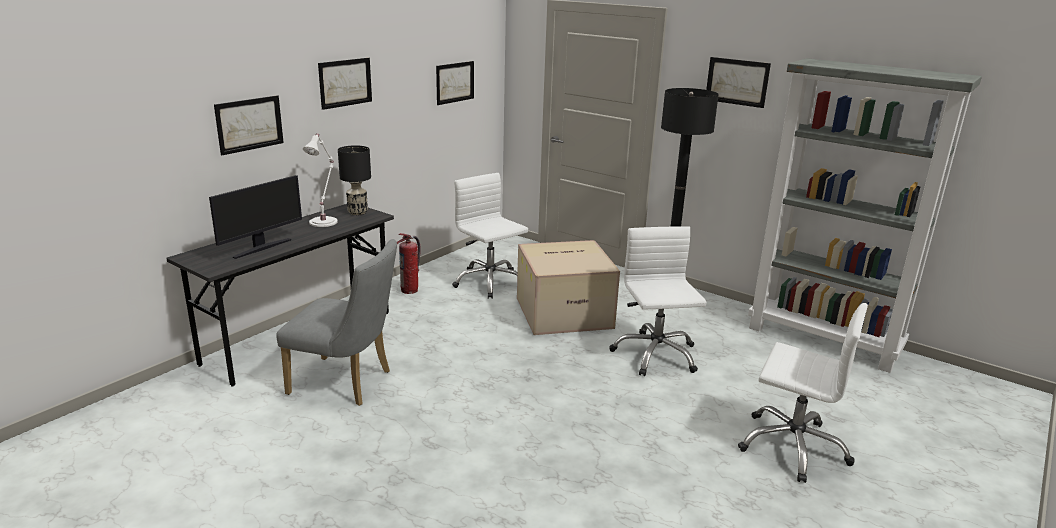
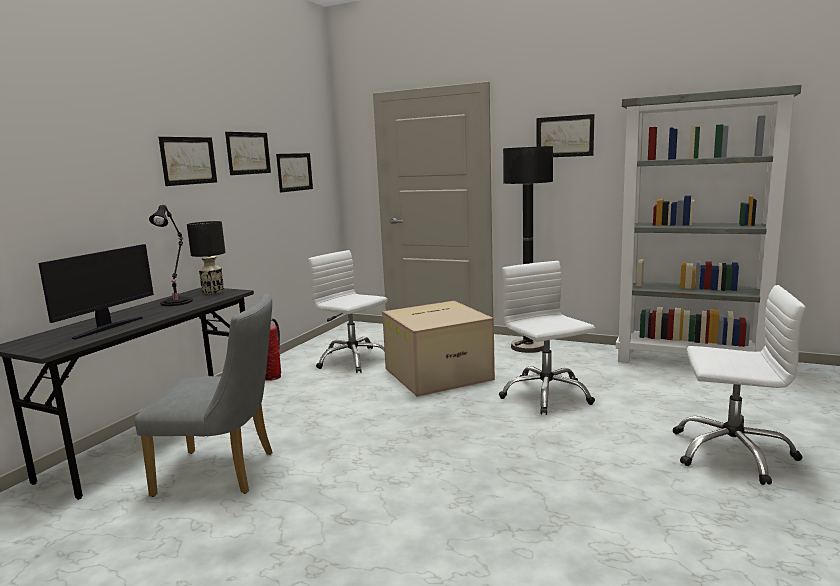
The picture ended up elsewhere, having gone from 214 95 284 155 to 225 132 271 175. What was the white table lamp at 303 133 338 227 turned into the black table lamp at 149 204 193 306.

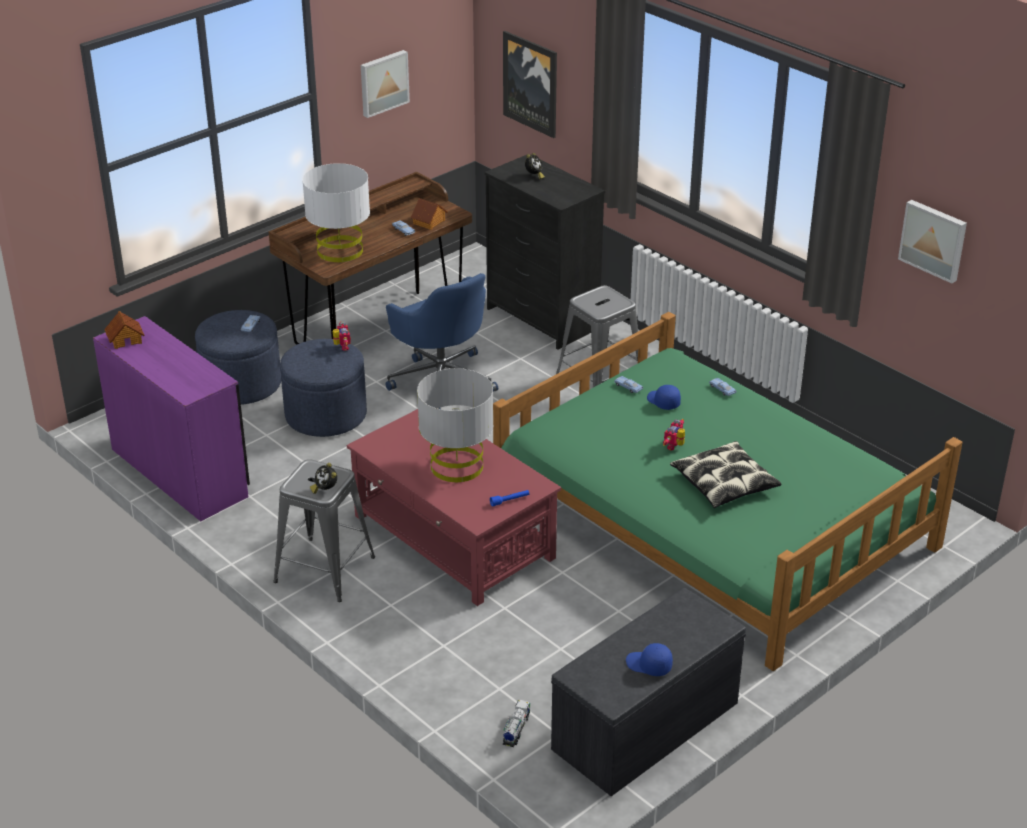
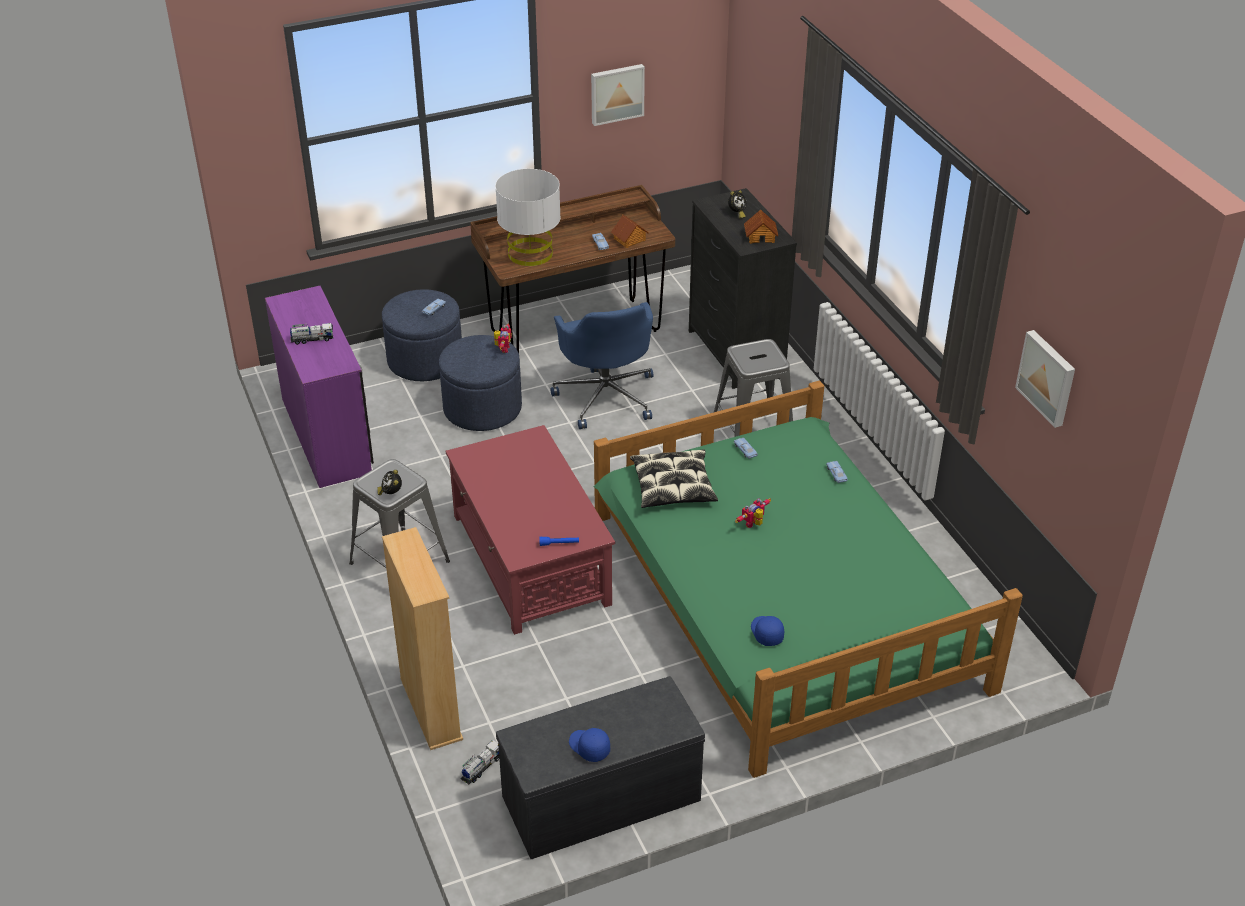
The second view lost the grey table lamp at 417 368 493 482. The second view lost the picture at 503 31 557 138. The second view gained the toy truck at 290 323 333 345. The second view gained the beige bookcase at 382 527 463 750. The toy house ended up elsewhere, having gone from 104 311 144 349 to 744 209 778 244. The blue cap ended up elsewhere, having gone from 647 385 681 410 to 751 616 784 646. The pillow ended up elsewhere, having gone from 670 441 782 508 to 630 450 718 508.

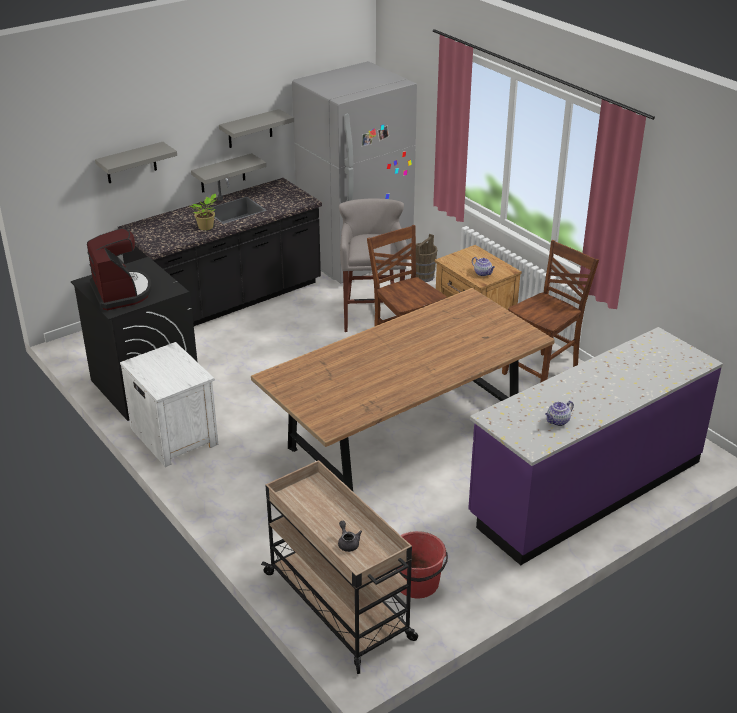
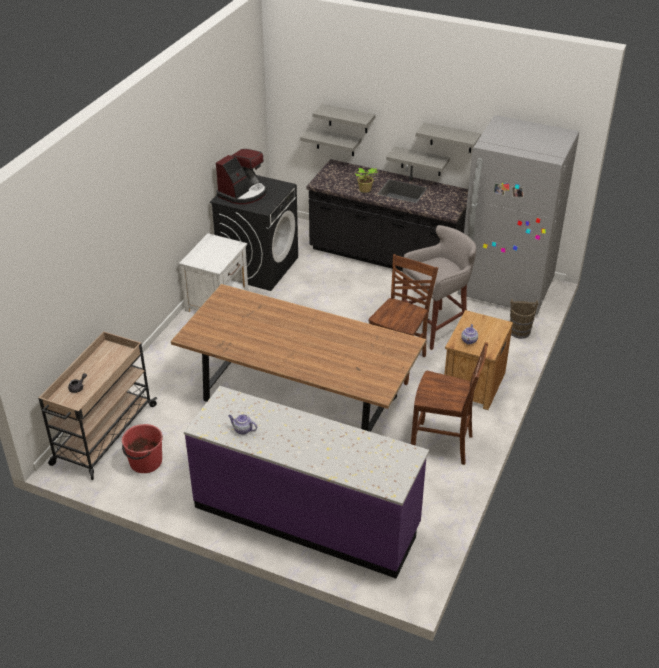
The second view gained the grey shelf at 300 127 362 156.

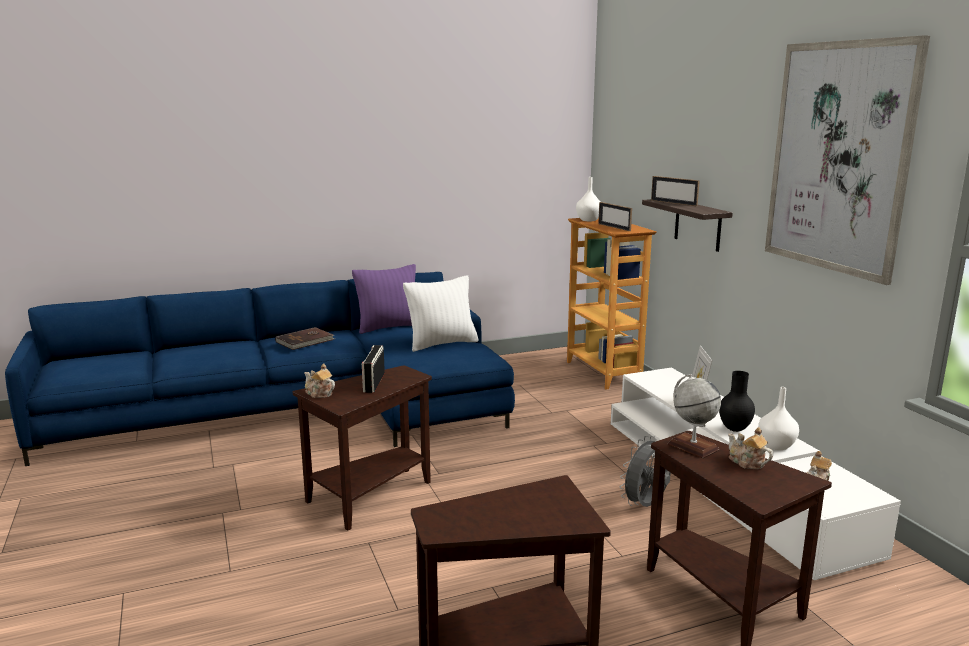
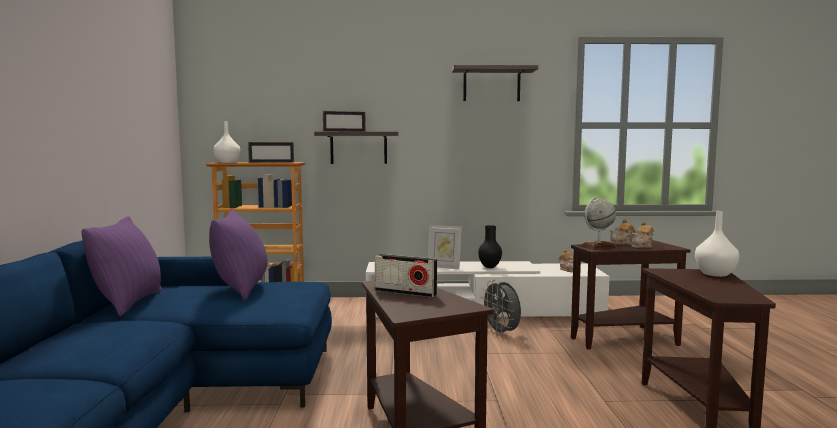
The second view lost the brown book at 275 327 335 350. The teapot ended up elsewhere, having gone from 304 363 335 398 to 631 221 654 248. The white vase ended up elsewhere, having gone from 758 387 799 450 to 695 211 739 277. Where the picture hung at 765 35 930 285, the shelf came to hang at 452 65 538 101. What was the white pillow at 403 275 479 352 turned into the purple pillow at 209 210 268 300.

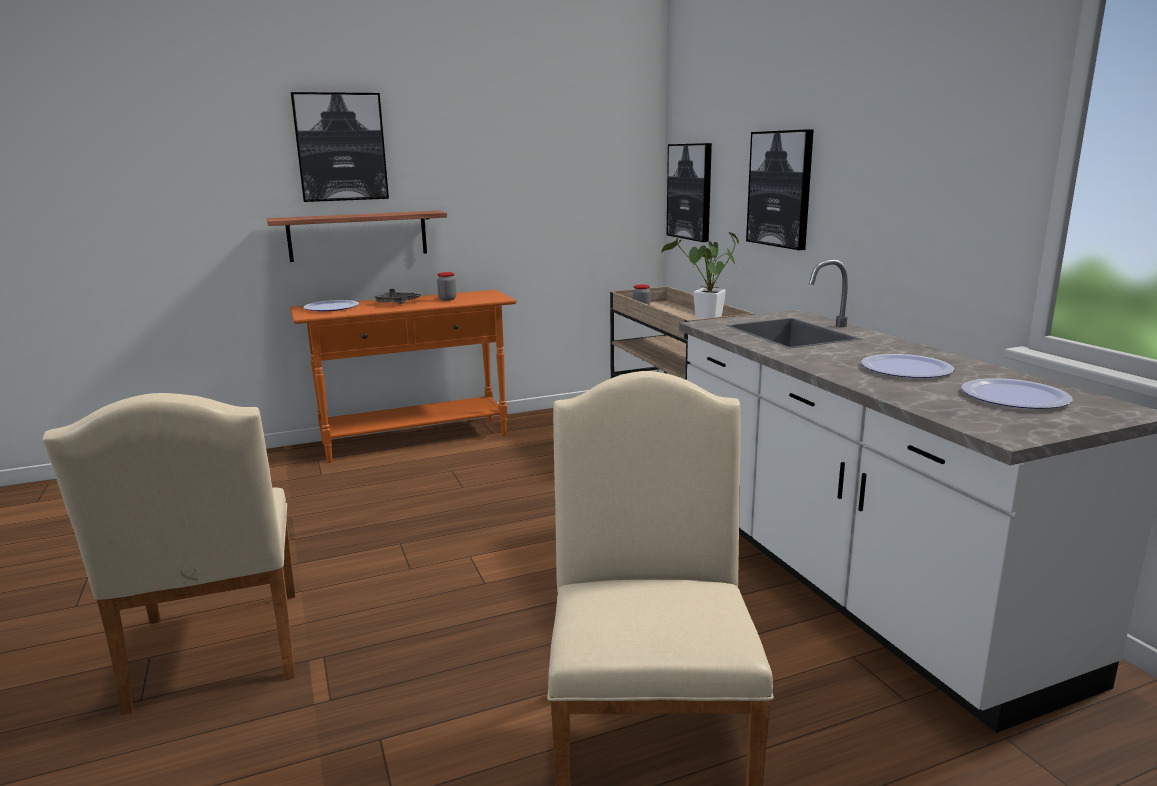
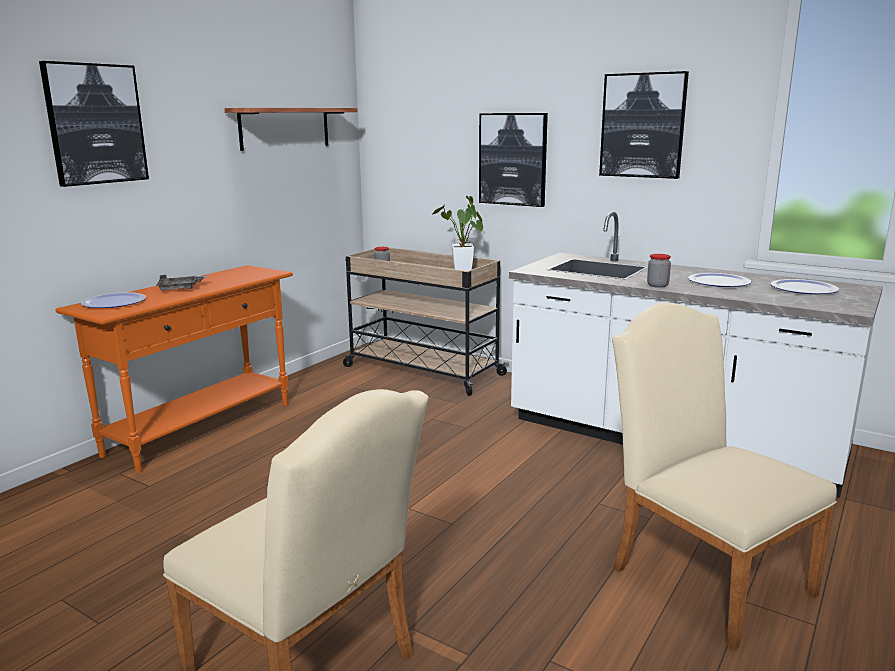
The shelf ended up elsewhere, having gone from 267 211 447 262 to 224 108 358 151. The jar ended up elsewhere, having gone from 437 272 456 301 to 647 254 671 288. The picture ended up elsewhere, having gone from 667 143 712 242 to 599 71 689 179.

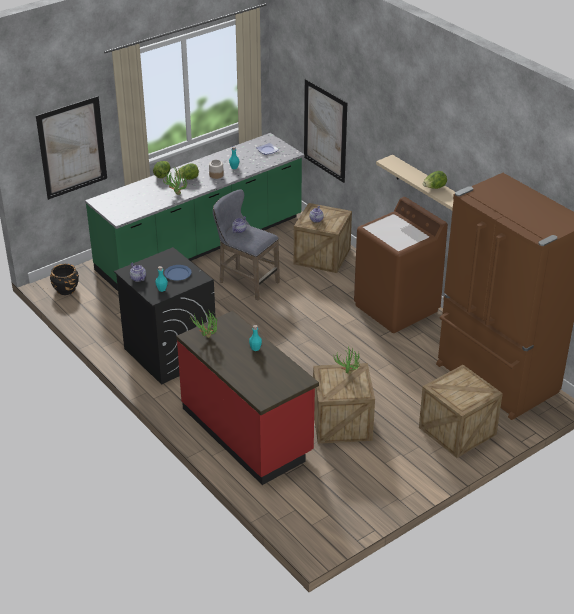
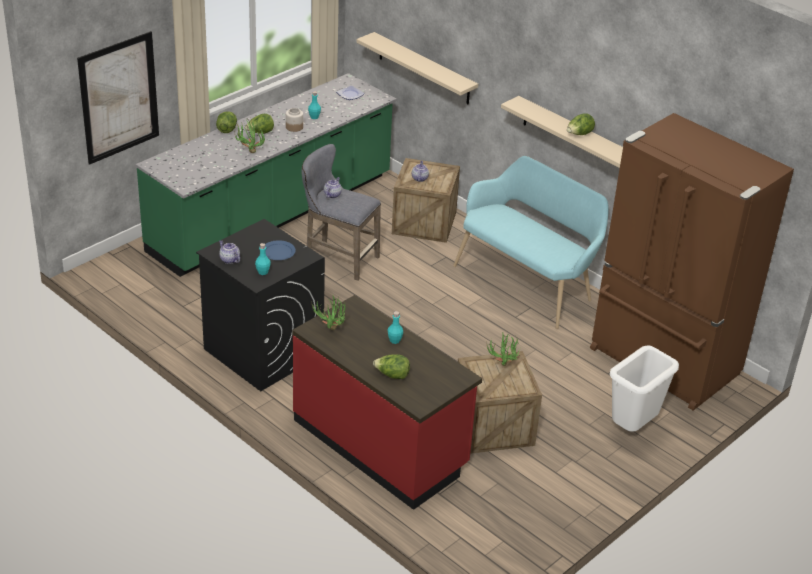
The second view lost the black planter at 50 264 79 295. The second view gained the lettuce at 373 354 410 379. Where the picture hung at 304 79 347 183, the beige shelf came to hang at 356 32 478 104. Where the brown washing machine stood at 354 197 448 333, the turquoise bench came to stand at 453 156 609 329. Where the crate stood at 419 365 503 458, the white trash can came to stand at 610 345 679 432.

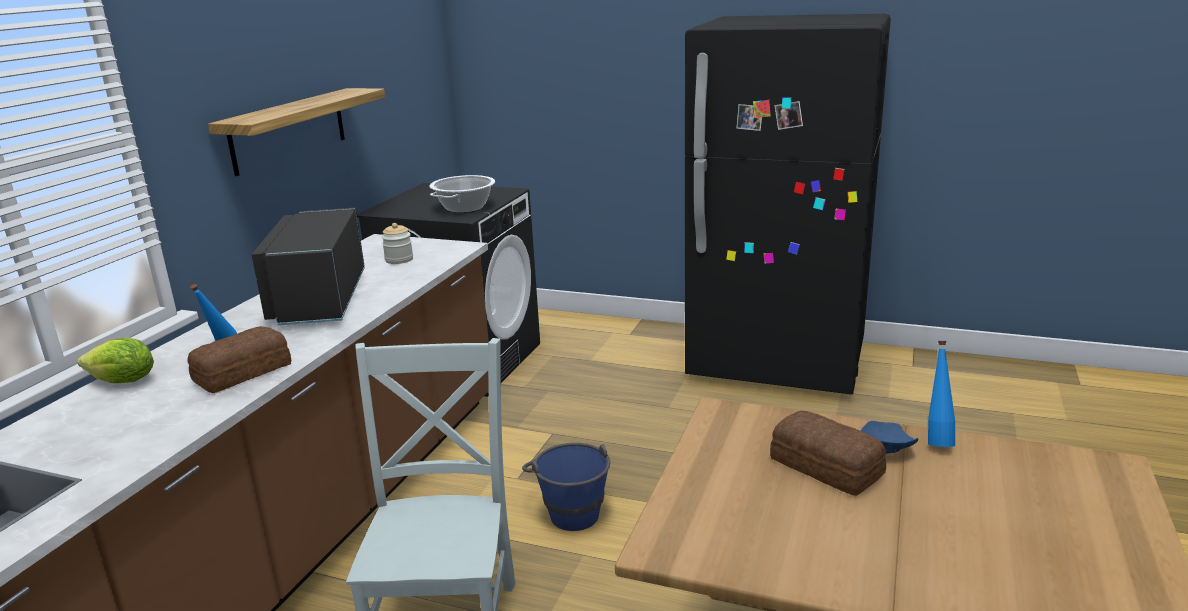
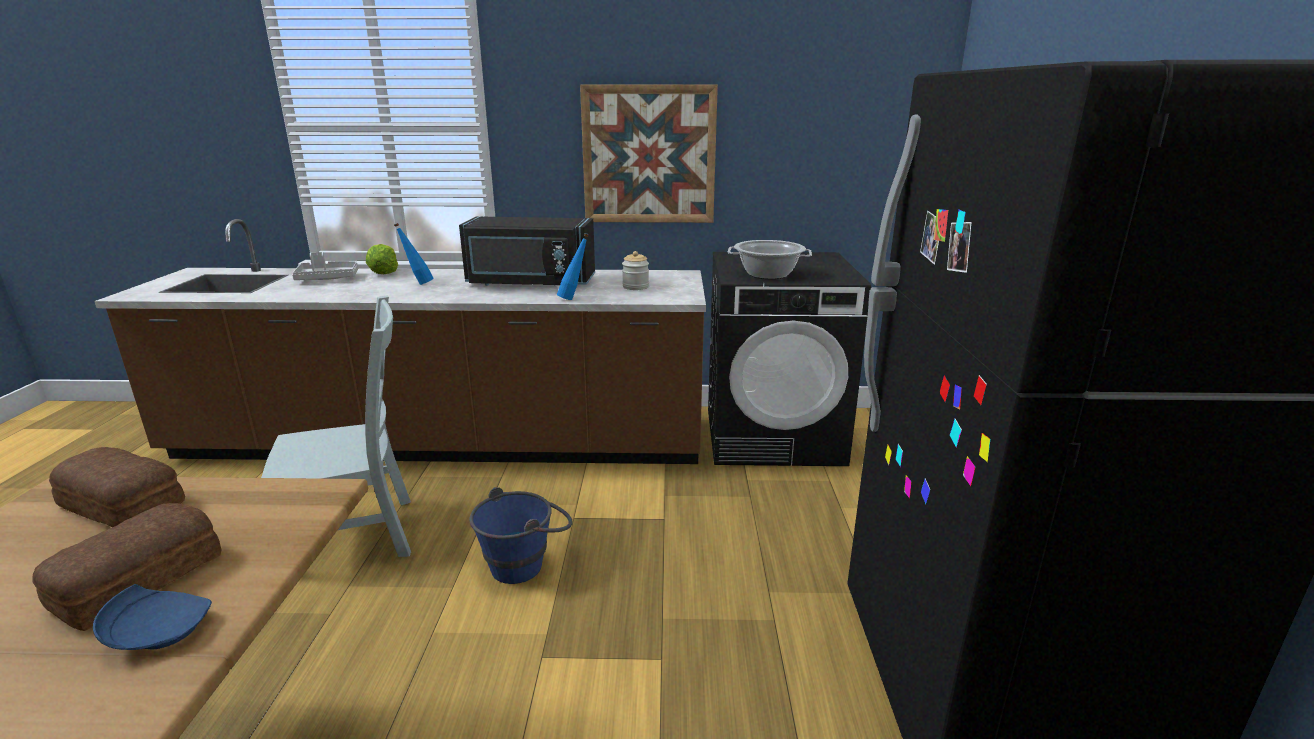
The second view gained the grey tray at 292 252 358 280. The bread ended up elsewhere, having gone from 187 326 291 393 to 49 447 185 527. The blue bottle ended up elsewhere, having gone from 928 341 955 447 to 557 233 589 300. Where the shelf hung at 208 88 385 176, the picture came to hang at 580 85 718 223. The black microwave at 251 208 365 325 ended up facing another way, 150 degrees counterclockwise from before.

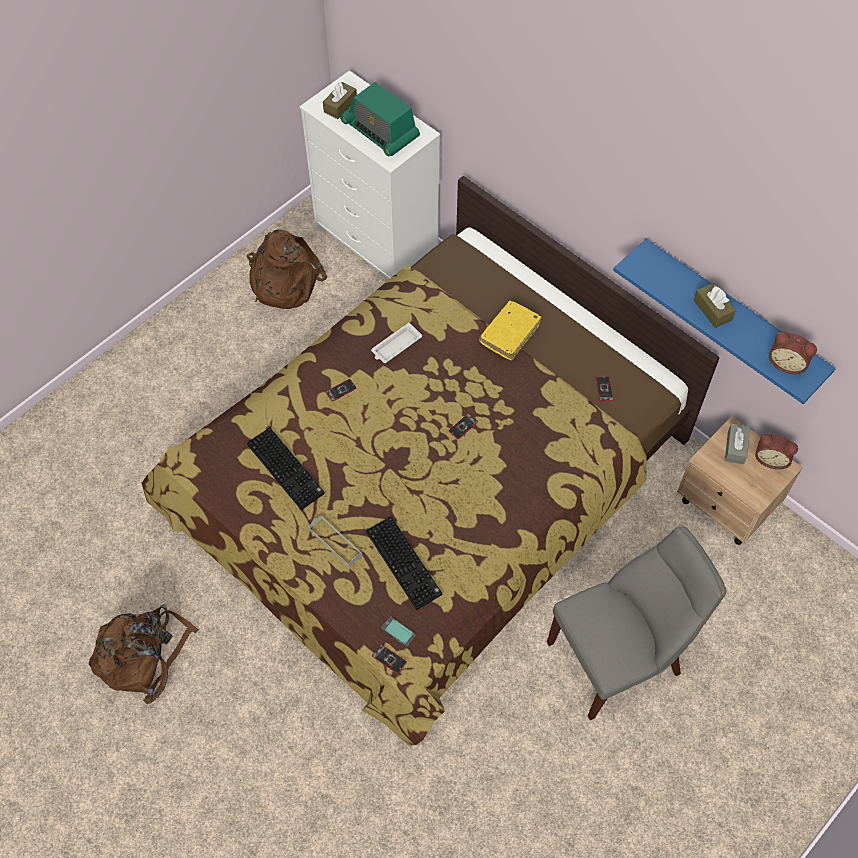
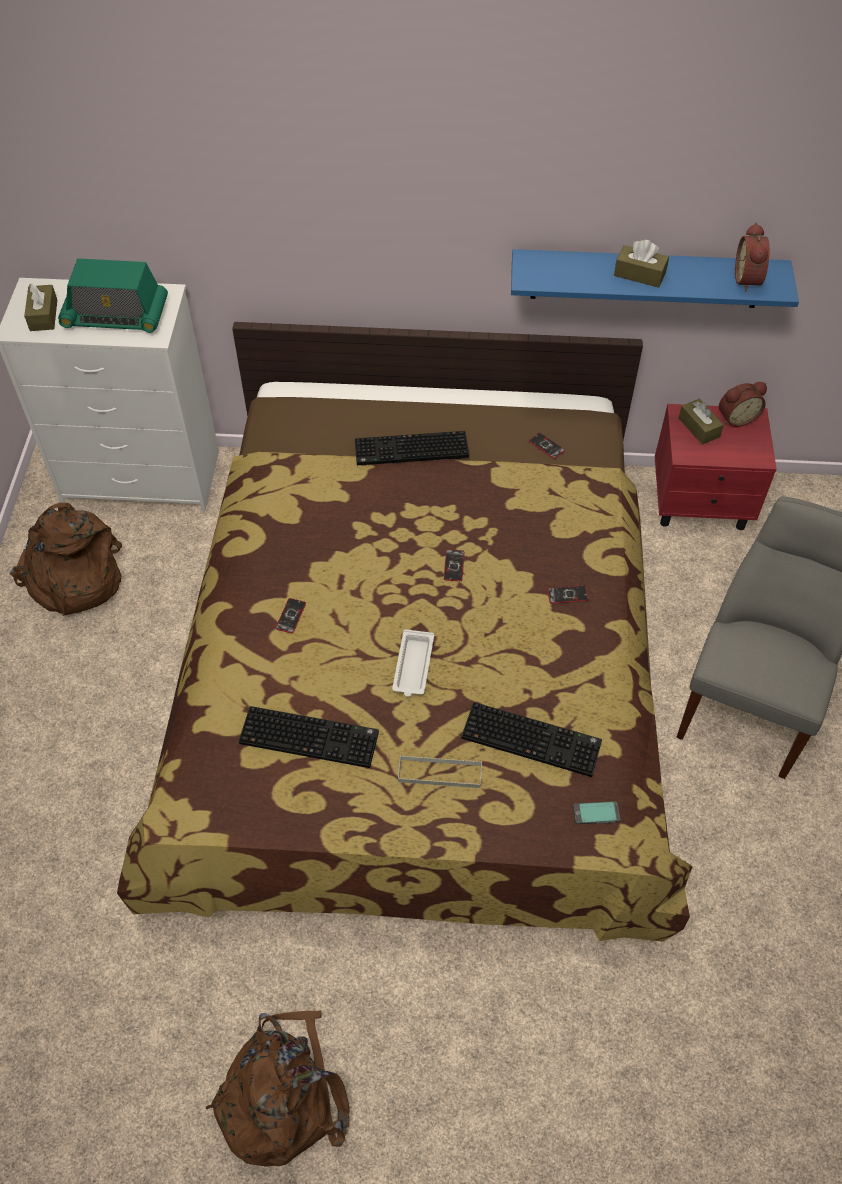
The white tray ended up elsewhere, having gone from 371 323 422 363 to 392 629 434 697. The phone ended up elsewhere, having gone from 372 644 407 674 to 547 585 588 604. Where the yellow book stood at 479 301 541 360, the keyboard came to stand at 355 431 469 466. What was the beige nightstand at 677 416 803 545 turned into the red nightstand at 655 404 777 530. What was the grey tissue box at 725 423 750 465 turned into the brown tissue box at 679 399 724 445. The alarm clock at 769 331 817 374 ended up facing another way, 105 degrees clockwise from before.

